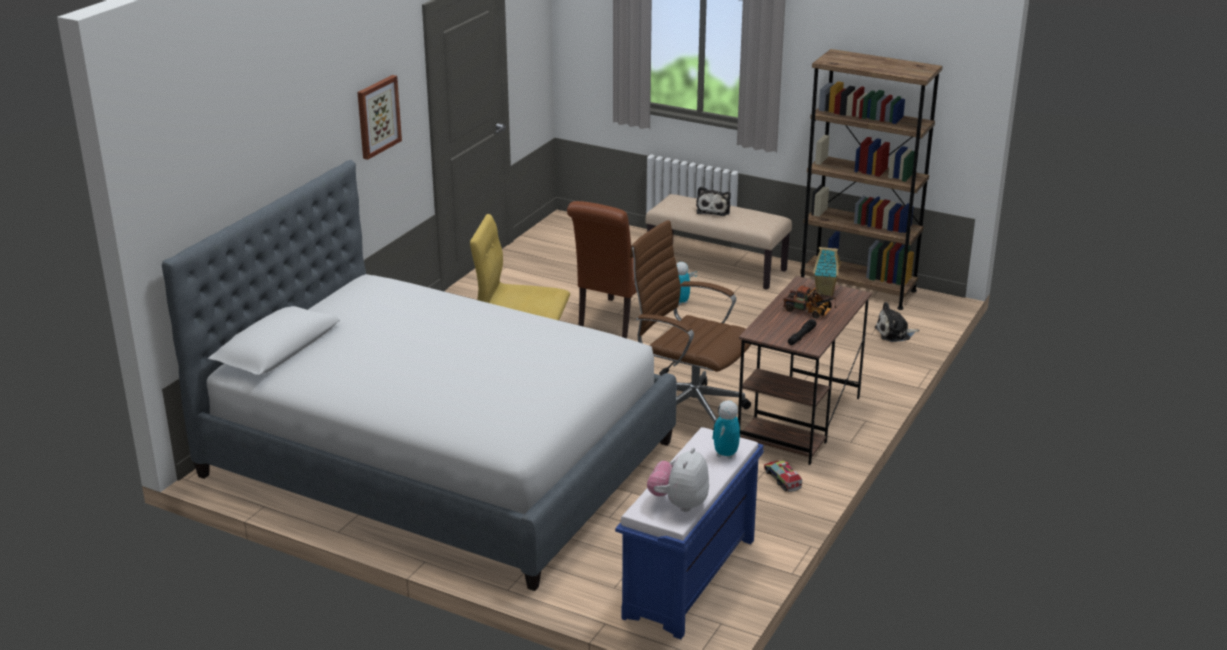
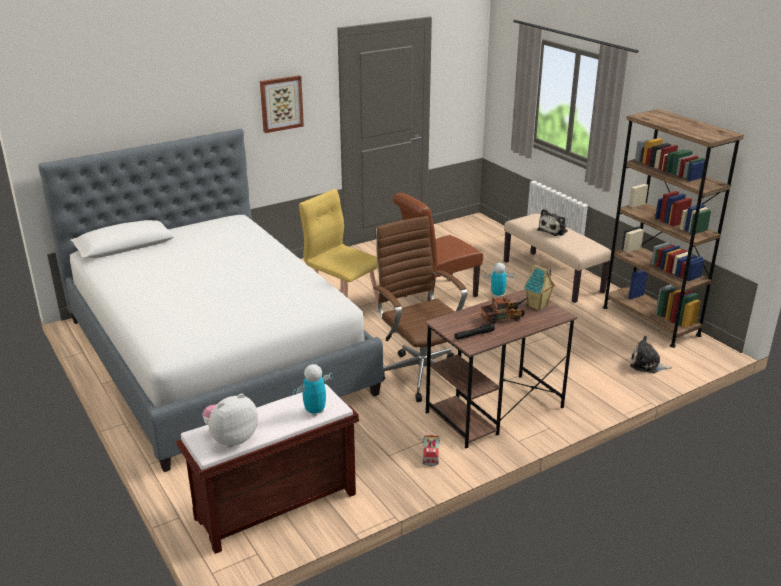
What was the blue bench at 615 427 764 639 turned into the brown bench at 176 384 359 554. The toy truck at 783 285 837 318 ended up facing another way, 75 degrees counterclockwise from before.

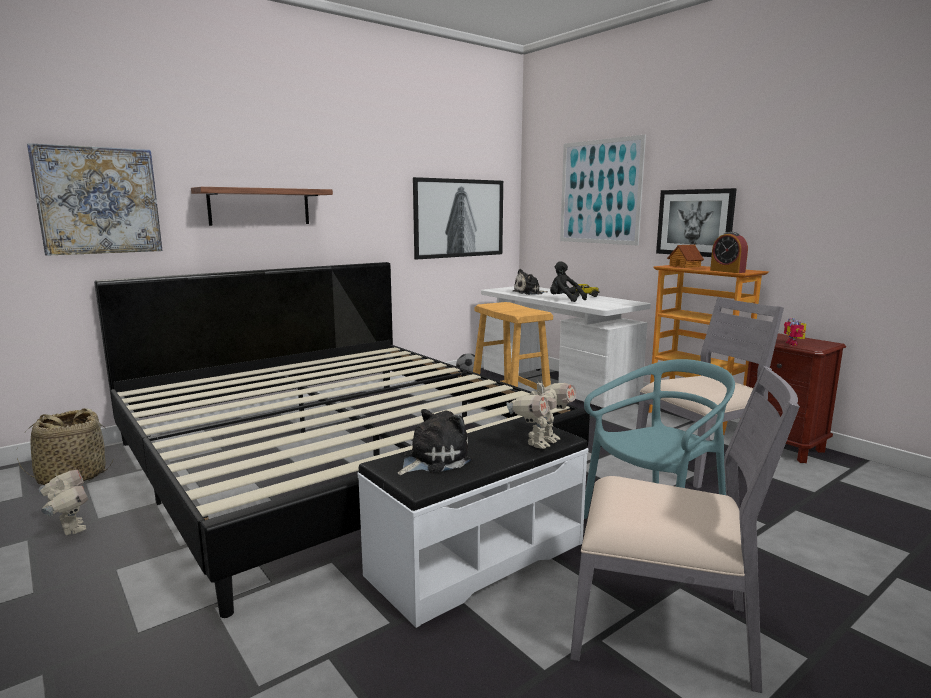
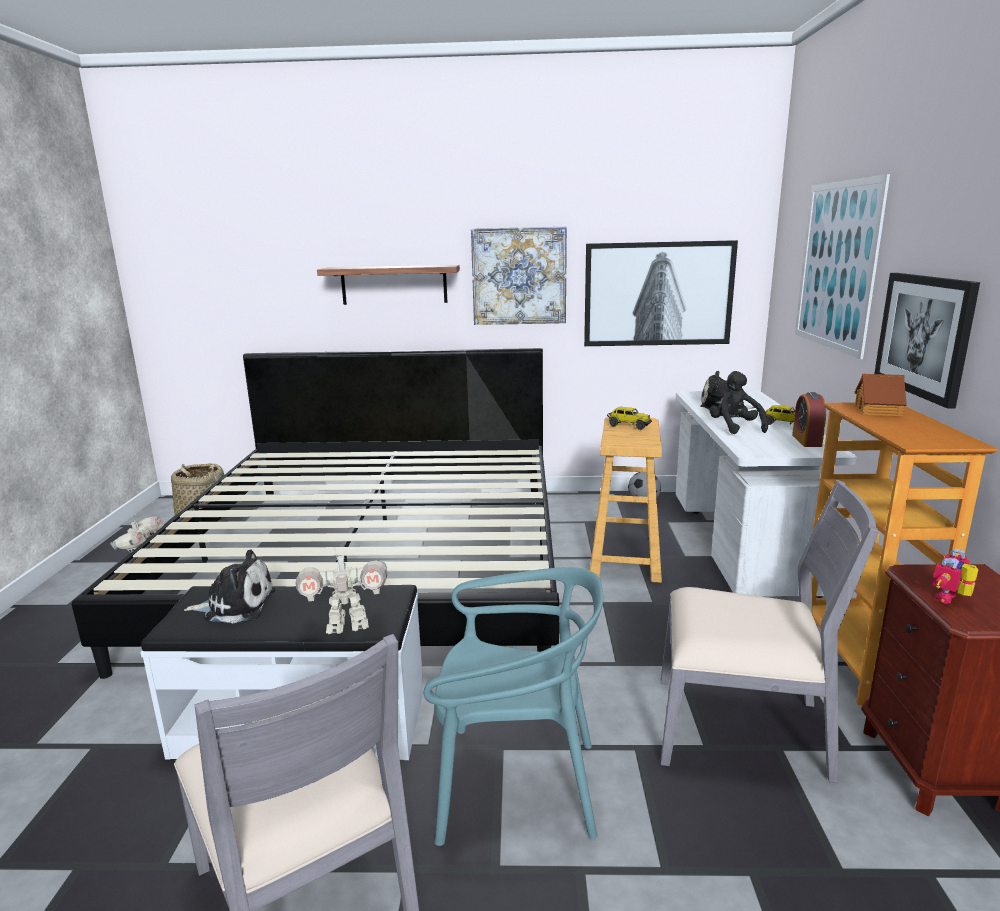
The second view gained the toy truck at 607 407 652 430. The picture ended up elsewhere, having gone from 27 143 163 256 to 471 227 567 325. The alarm clock ended up elsewhere, having gone from 710 232 748 273 to 792 392 826 447.

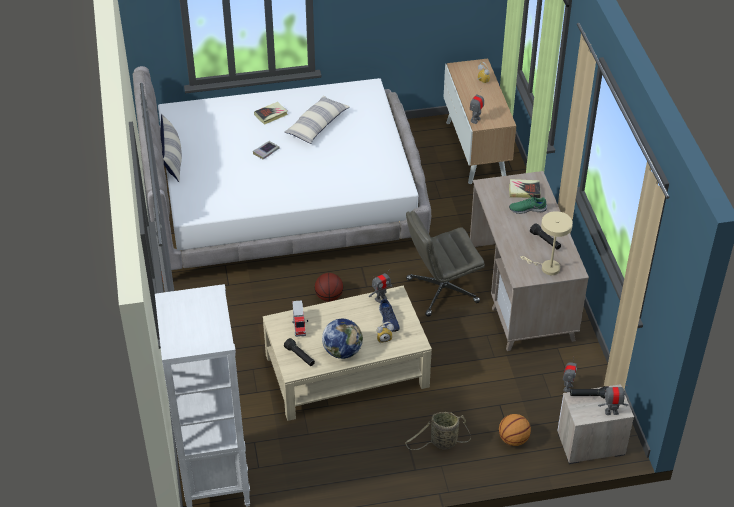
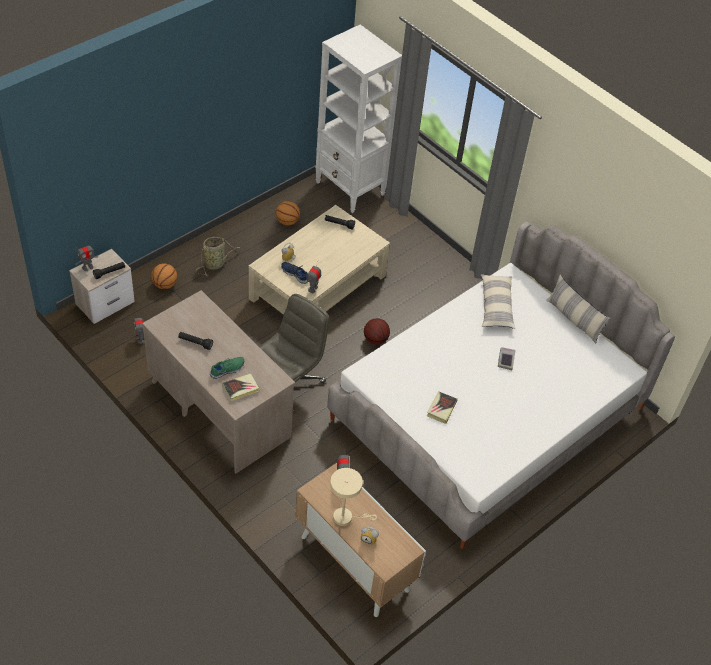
The second view lost the toy truck at 292 300 308 337. The second view lost the globe at 322 319 363 359. The second view gained the basketball at 276 201 300 226. The book ended up elsewhere, having gone from 254 102 288 125 to 427 391 458 424. The pillow ended up elsewhere, having gone from 284 95 350 144 to 481 274 515 329. The beige table lamp ended up elsewhere, having gone from 520 211 573 275 to 330 468 377 526.

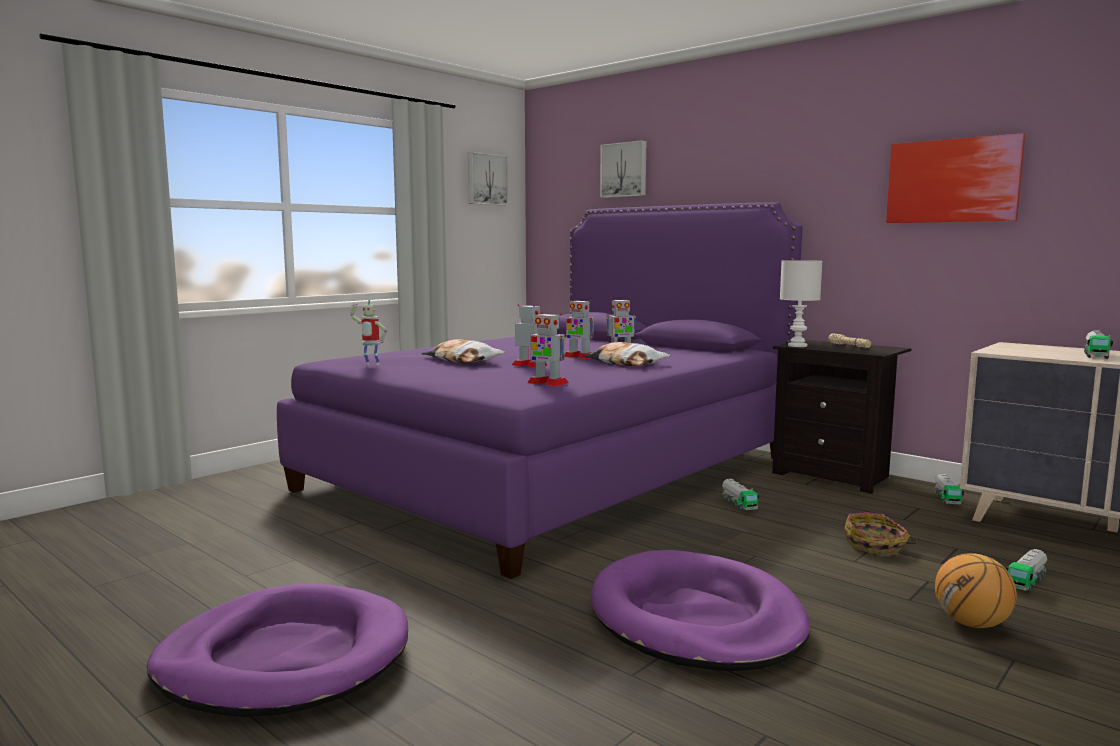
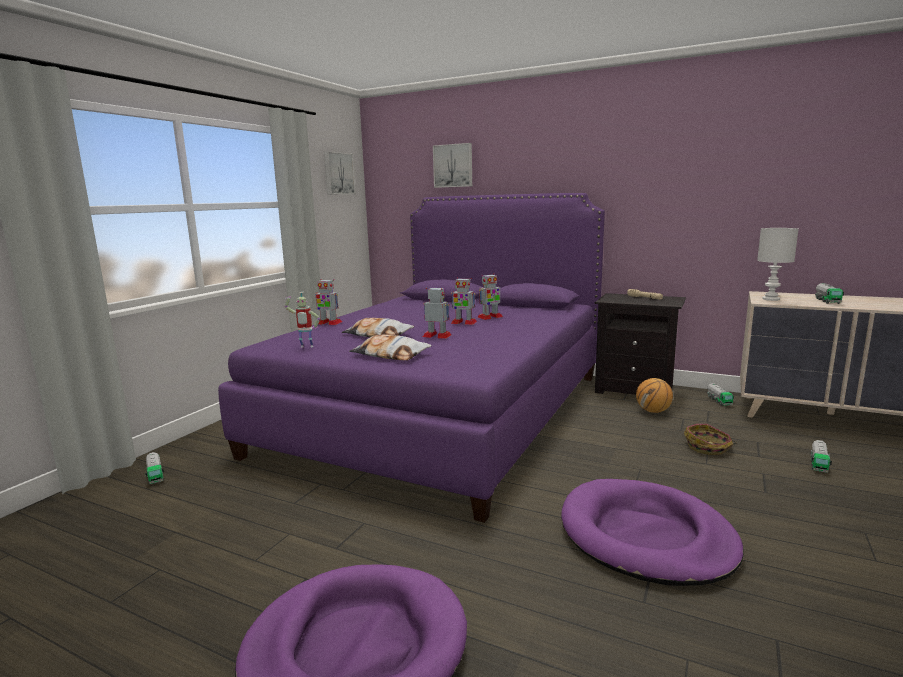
The second view lost the picture at 886 133 1025 223. The toy robot ended up elsewhere, having gone from 527 312 569 386 to 315 279 342 325. The pillow ended up elsewhere, having gone from 583 342 671 366 to 349 334 432 360. The toy truck ended up elsewhere, having gone from 722 479 759 511 to 145 452 164 484. The white table lamp ended up elsewhere, having gone from 780 260 822 347 to 757 228 799 301. The basketball ended up elsewhere, having gone from 935 553 1017 628 to 636 378 673 413.

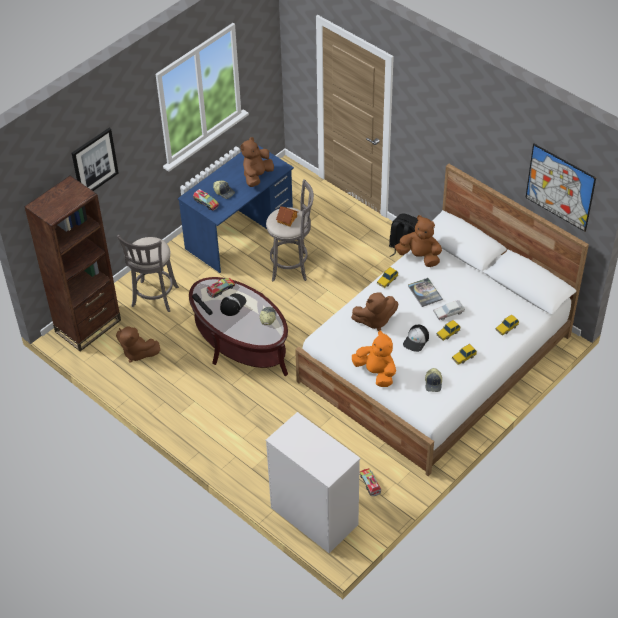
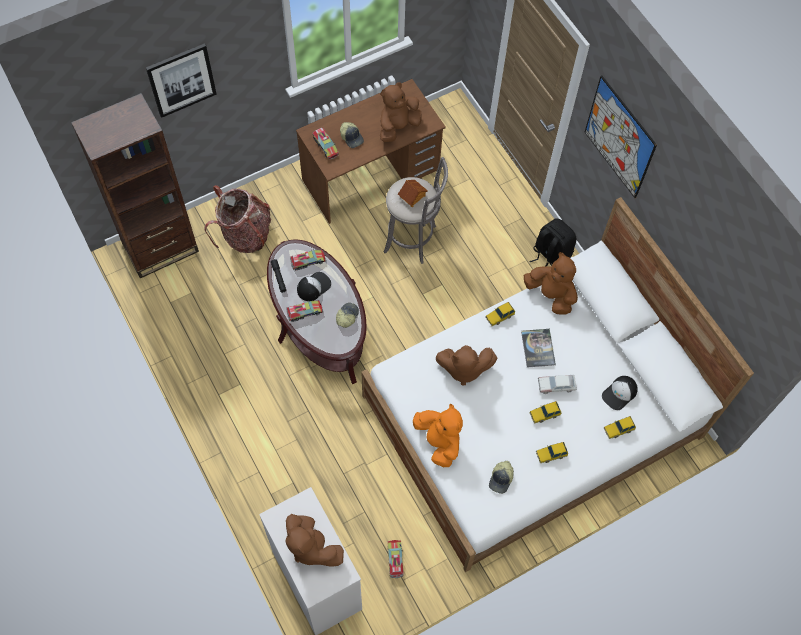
The second view gained the toy truck at 286 300 323 322. The brown plush toy ended up elsewhere, having gone from 116 326 161 363 to 286 514 344 566. The cap ended up elsewhere, having gone from 403 325 429 352 to 602 376 638 410. The picture ended up elsewhere, having gone from 525 144 596 232 to 585 76 657 198. Where the grey stool stood at 117 235 179 312, the backpack came to stand at 204 185 271 253. What was the blue desk at 178 145 294 273 turned into the brown desk at 296 79 446 224.

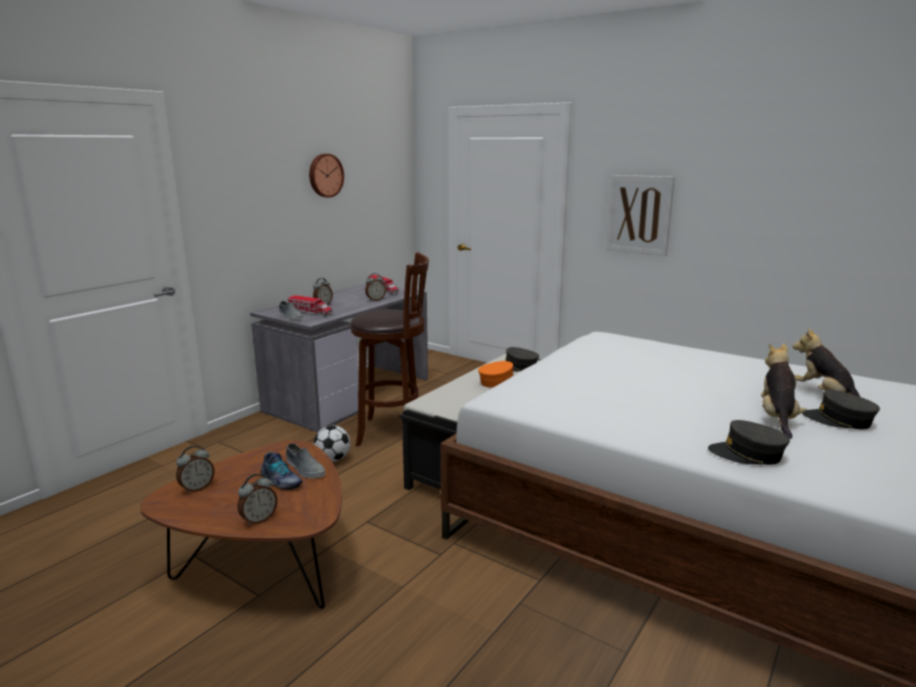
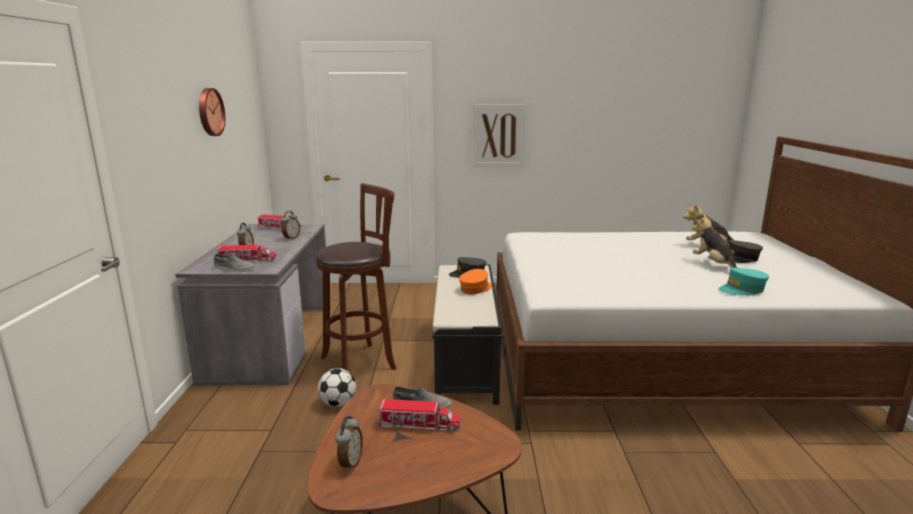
The second view lost the alarm clock at 238 474 278 526. Where the shoe stood at 261 452 303 490, the toy truck came to stand at 378 399 461 432. What was the grey cap at 708 420 790 465 turned into the turquoise cap at 719 268 769 296.

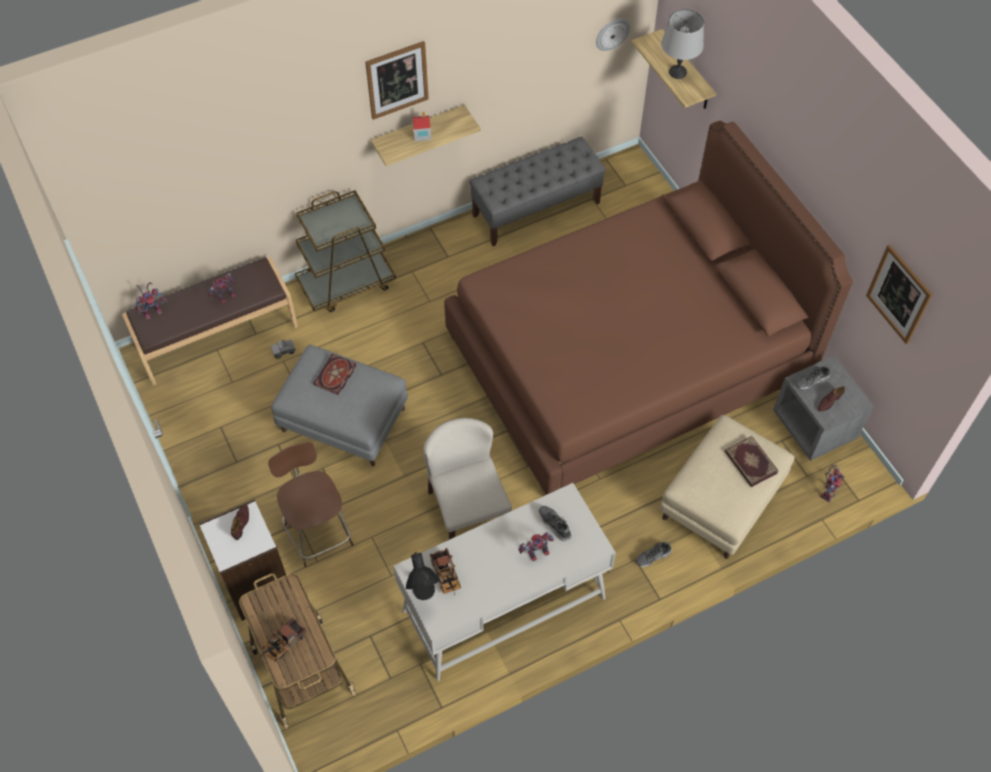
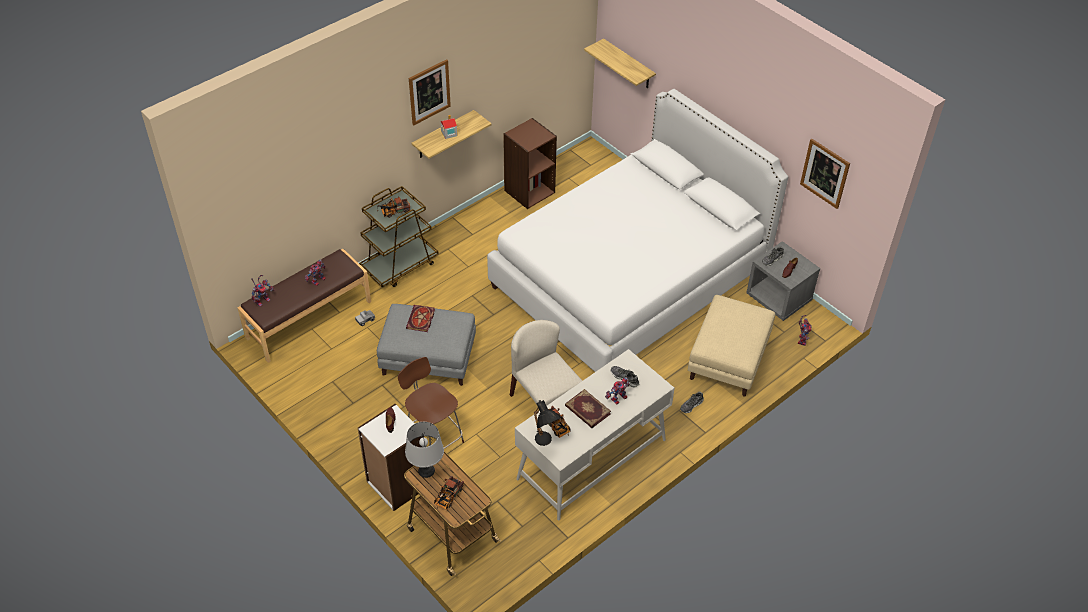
The second view lost the wall clock at 596 19 630 51. The second view gained the toy truck at 377 196 410 218. The grey table lamp ended up elsewhere, having gone from 661 9 704 79 to 405 422 444 478. The book ended up elsewhere, having gone from 725 436 779 487 to 565 389 611 428. Where the grey bench stood at 469 137 606 246, the brown bookcase came to stand at 503 118 557 209. What was the brown bed at 444 121 853 495 turned into the white bed at 487 89 788 372.

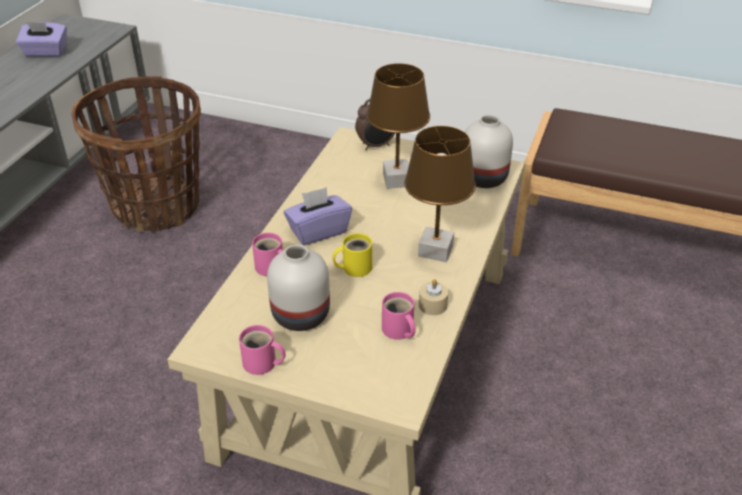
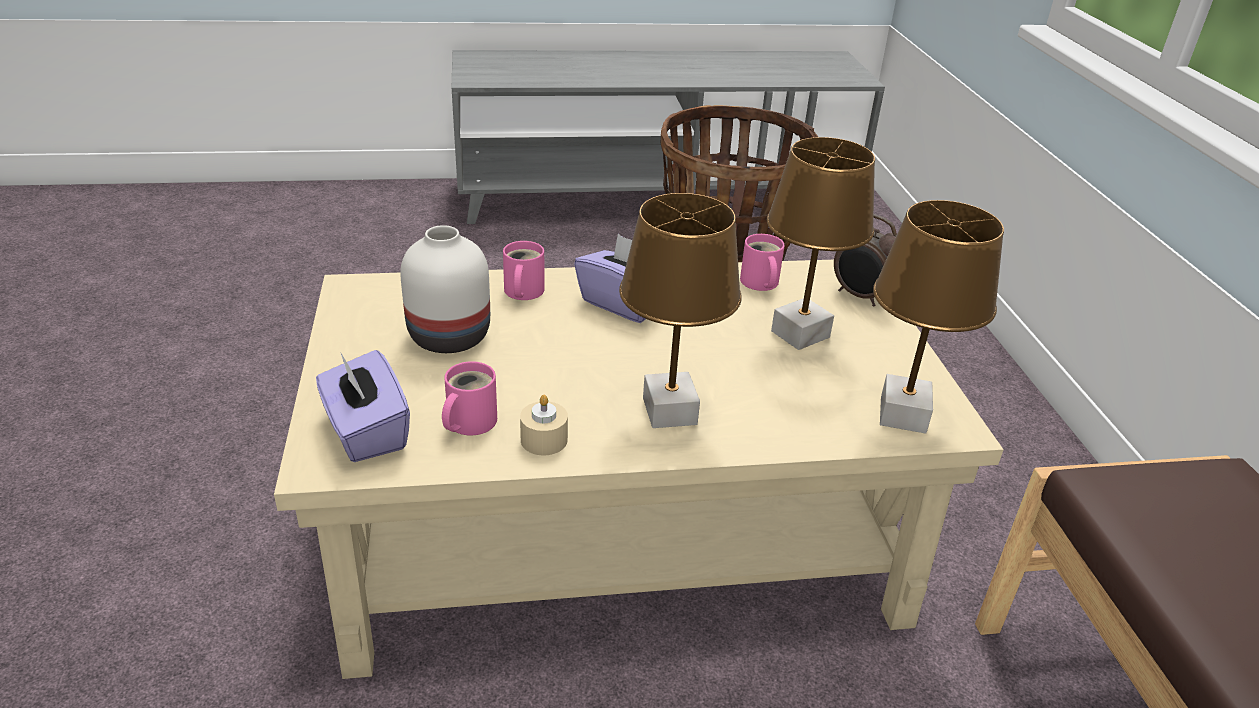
The second view lost the yellow mug at 332 233 372 277. The purple tissue box ended up elsewhere, having gone from 16 22 67 57 to 316 350 410 462. The pink mug ended up elsewhere, having gone from 239 325 286 375 to 740 234 785 291. Where the white vase stood at 465 115 513 188, the brown table lamp came to stand at 873 200 1004 434.

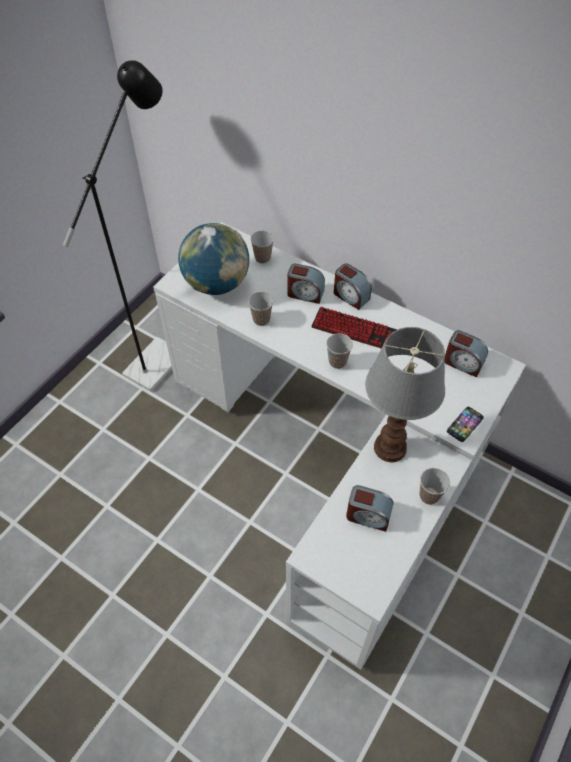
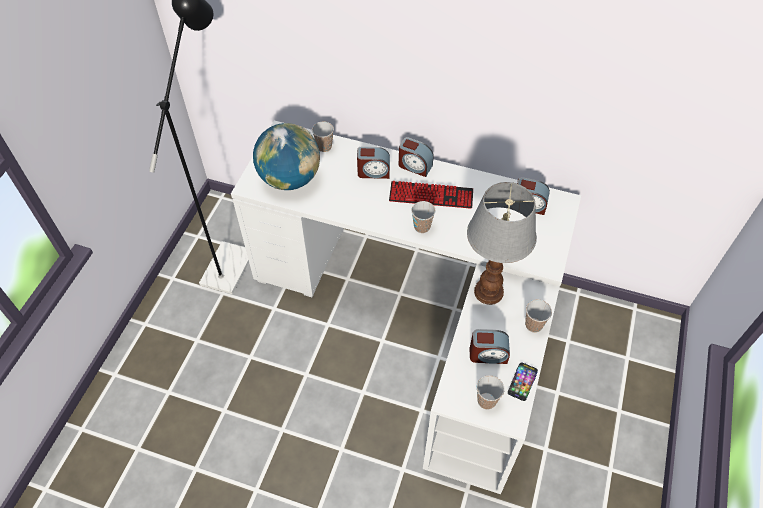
The cup ended up elsewhere, having gone from 248 292 273 326 to 477 375 505 409. The phone ended up elsewhere, having gone from 447 407 484 442 to 508 362 538 401.

